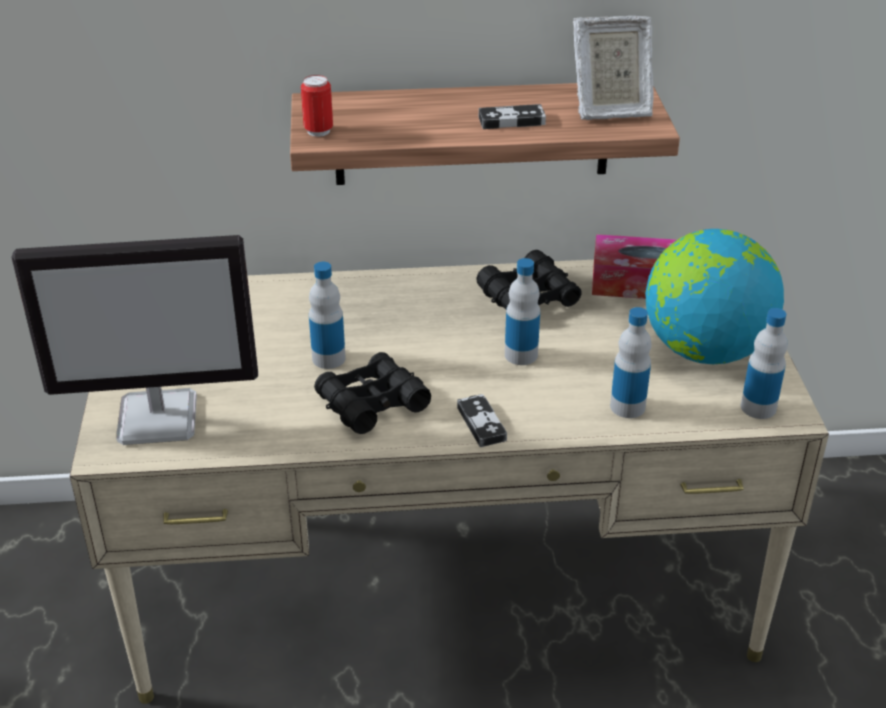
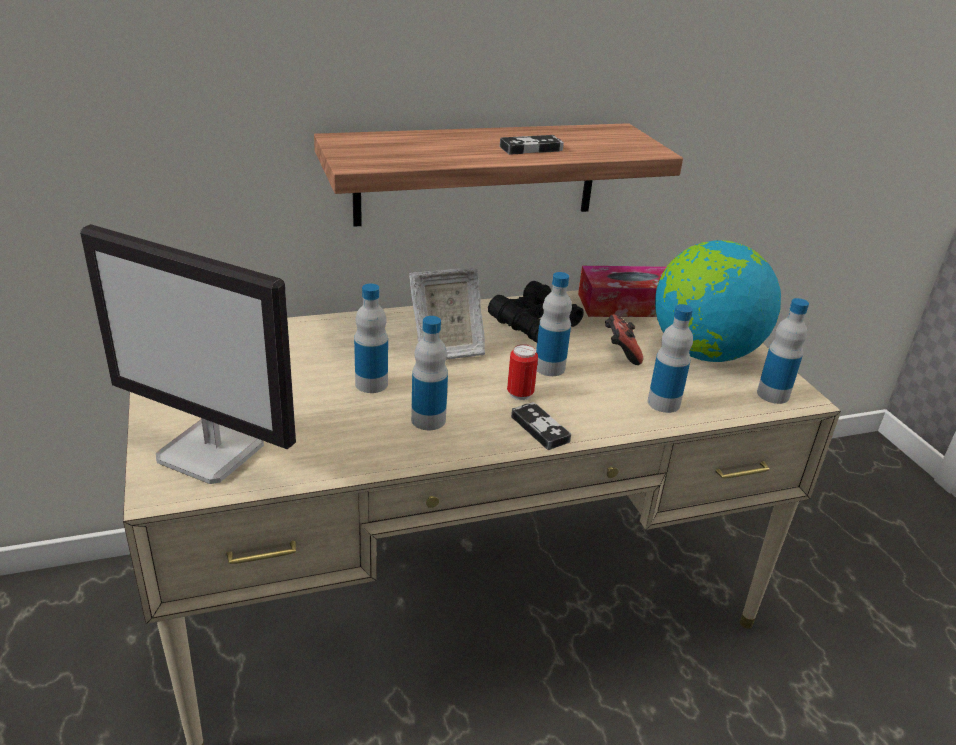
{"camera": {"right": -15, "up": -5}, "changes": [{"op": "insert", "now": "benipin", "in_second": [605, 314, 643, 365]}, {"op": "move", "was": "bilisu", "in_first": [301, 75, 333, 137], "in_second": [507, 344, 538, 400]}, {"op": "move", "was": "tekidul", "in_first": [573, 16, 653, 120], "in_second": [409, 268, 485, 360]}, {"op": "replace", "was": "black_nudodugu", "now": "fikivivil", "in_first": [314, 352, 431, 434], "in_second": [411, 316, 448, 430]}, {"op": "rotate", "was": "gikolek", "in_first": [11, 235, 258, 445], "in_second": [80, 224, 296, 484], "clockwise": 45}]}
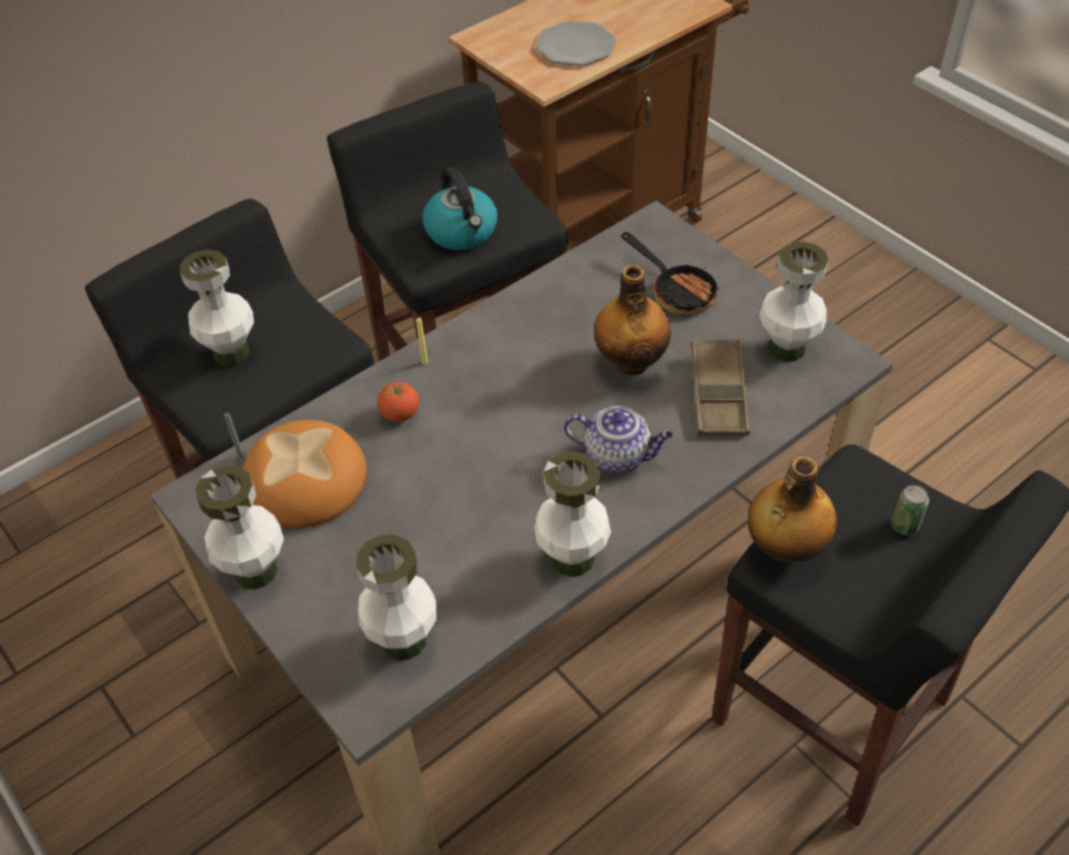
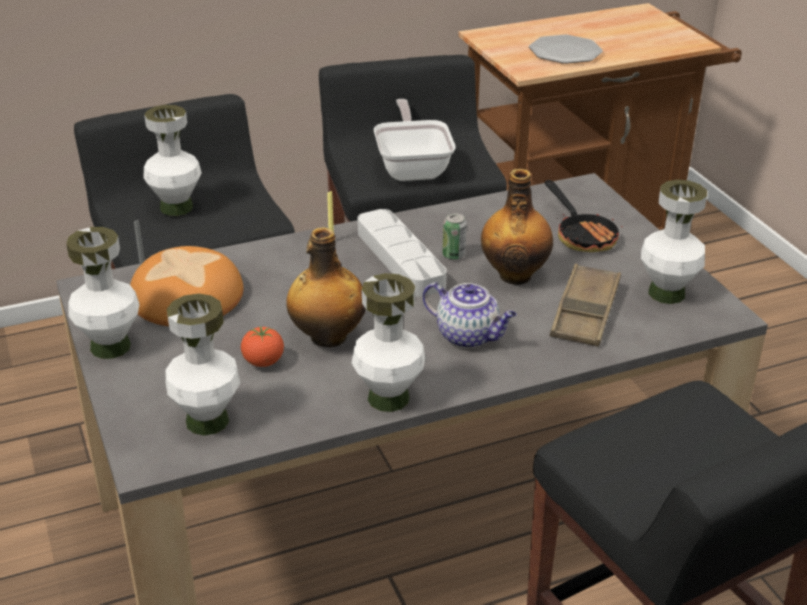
{"camera": {"right": 15, "up": -15}, "changes": [{"op": "insert", "now": "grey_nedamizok", "in_second": [358, 209, 447, 297]}, {"op": "move", "was": "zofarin", "in_first": [377, 382, 419, 422], "in_second": [241, 326, 284, 367]}, {"op": "move", "was": "fikivivil", "in_first": [748, 456, 837, 562], "in_second": [286, 227, 366, 347]}, {"op": "move", "was": "bilisu", "in_first": [891, 485, 929, 535], "in_second": [442, 213, 467, 260]}, {"op": "replace", "was": "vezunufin", "now": "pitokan", "in_first": [423, 167, 497, 250], "in_second": [374, 99, 455, 181]}]}
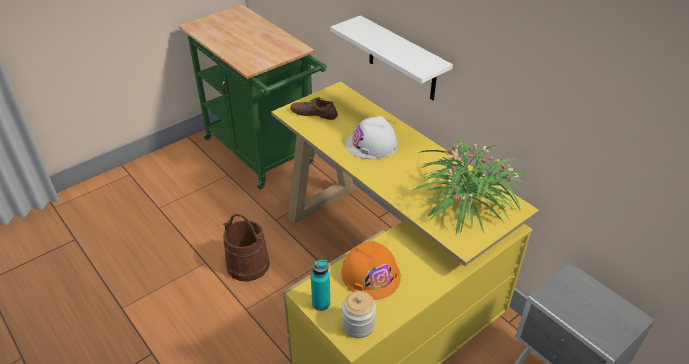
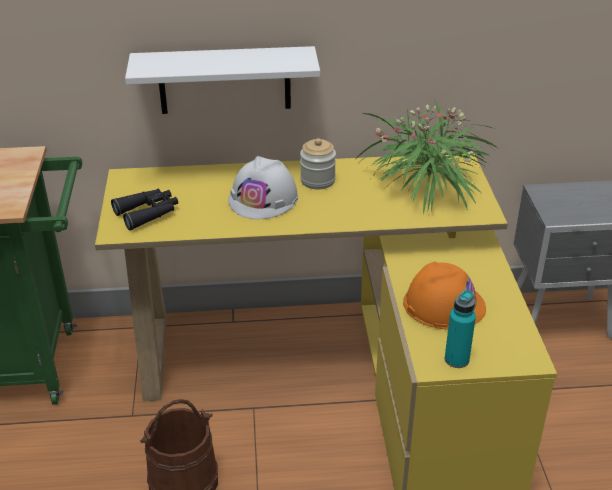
{"camera": {"right": -55, "up": -5}, "changes": [{"op": "move", "was": "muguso", "in_first": [342, 291, 376, 338], "in_second": [300, 138, 336, 189]}, {"op": "replace", "was": "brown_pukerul", "now": "black_nudodugu", "in_first": [290, 97, 338, 120], "in_second": [111, 189, 178, 230]}]}
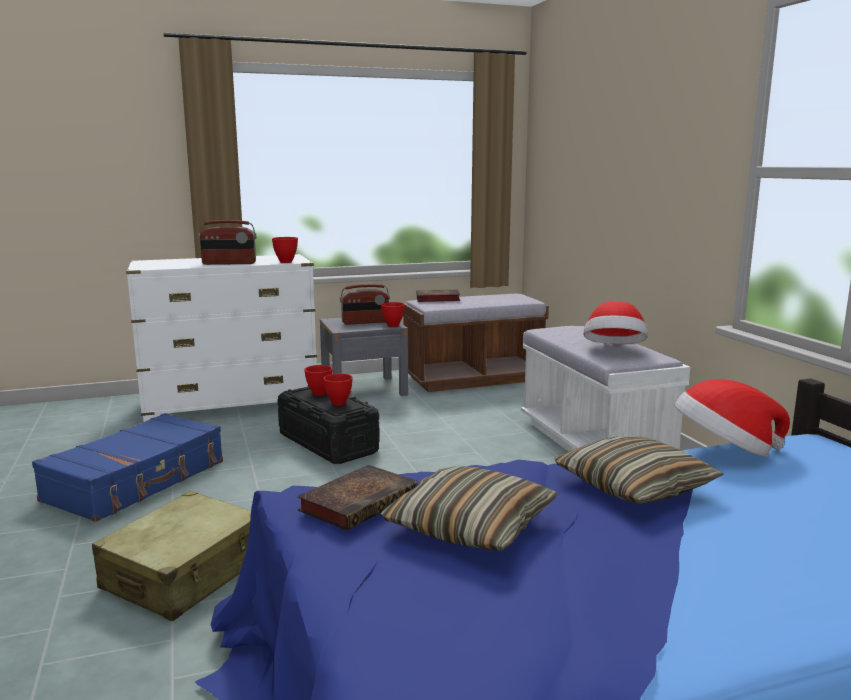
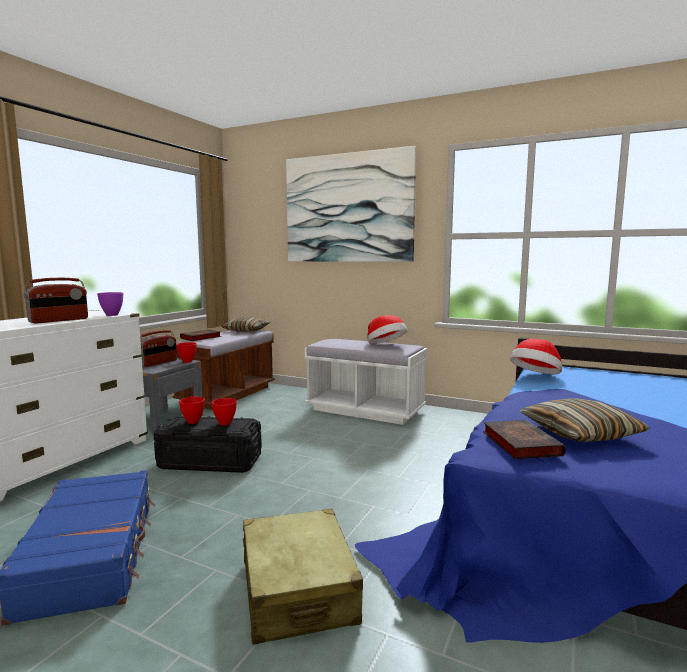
{"camera": {"right": -45, "up": -5}, "changes": [{"op": "insert", "now": "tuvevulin", "in_second": [286, 146, 416, 262]}, {"op": "move", "was": "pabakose", "in_first": [554, 436, 723, 504], "in_second": [222, 317, 270, 332]}, {"op": "recolor", "was": "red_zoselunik", "now": "purple_zoselunik", "in_first": [272, 237, 298, 263], "in_second": [97, 292, 123, 316]}]}
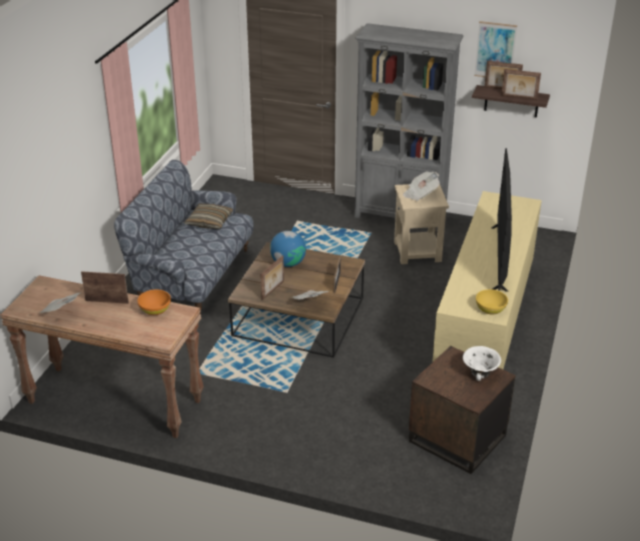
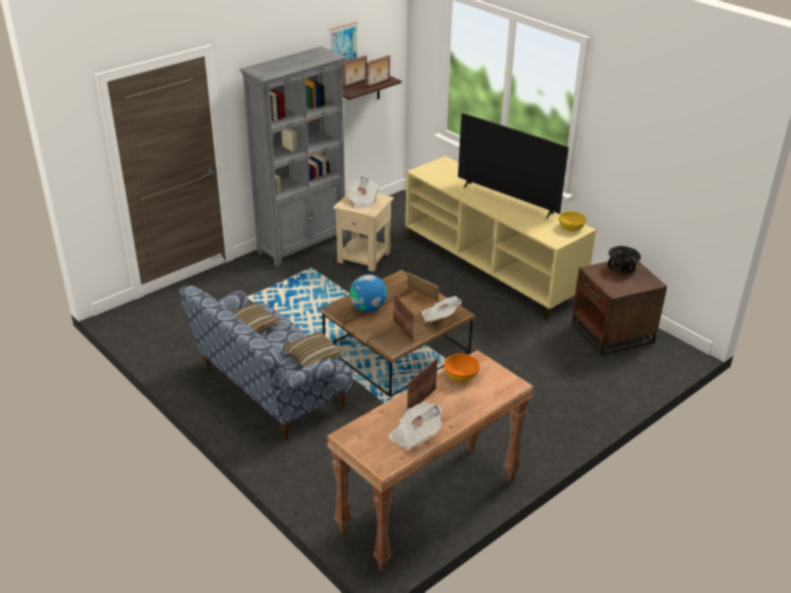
{"camera": {"right": -60, "up": 0}, "changes": [{"op": "insert", "now": "pabakose", "in_second": [282, 331, 345, 368]}, {"op": "recolor", "was": "white_zoselunik", "now": "black_zoselunik", "in_first": [463, 346, 501, 381], "in_second": [608, 246, 641, 272]}]}
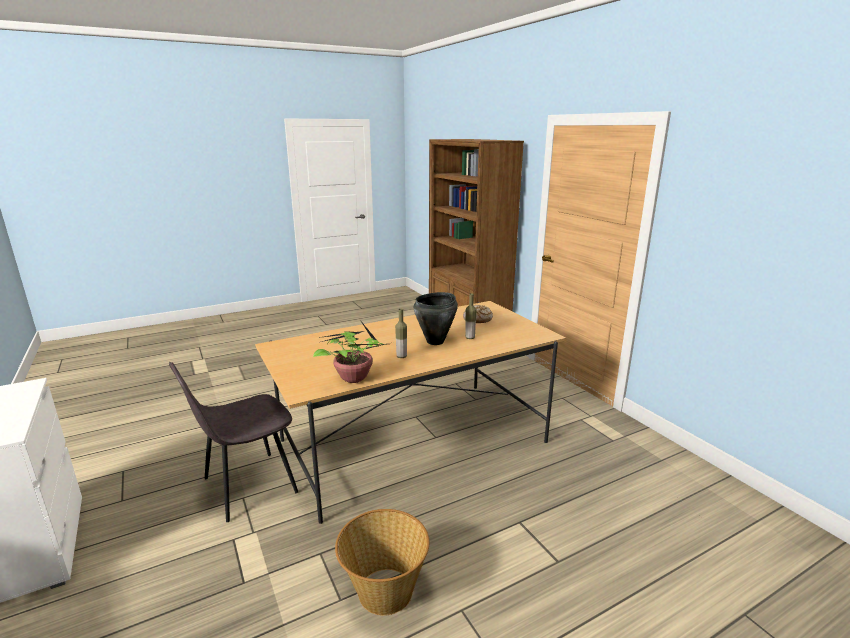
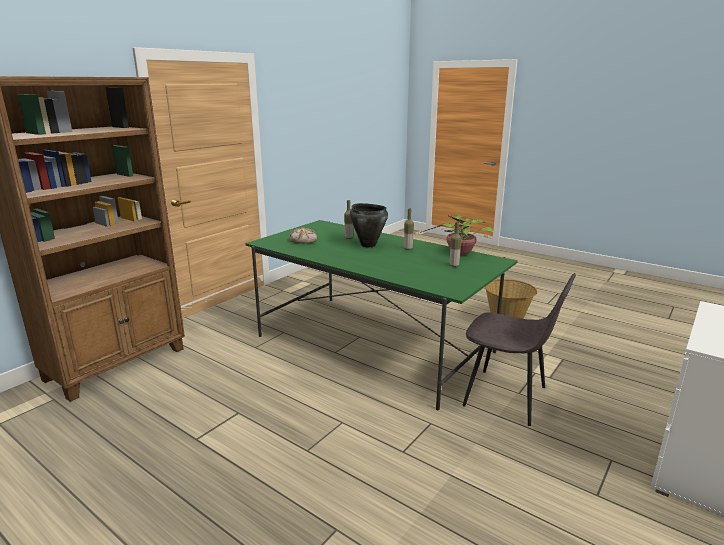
{"camera": {"right": -115, "up": 0}, "changes": [{"op": "insert", "now": "fikivivil", "in_second": [450, 222, 462, 267]}, {"op": "recolor", "was": "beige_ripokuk", "now": "green_ripokuk", "in_first": [255, 301, 566, 524], "in_second": [245, 220, 518, 410]}]}
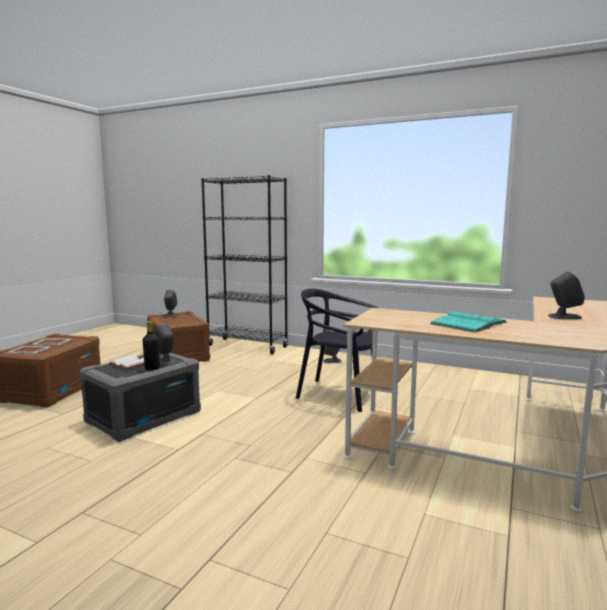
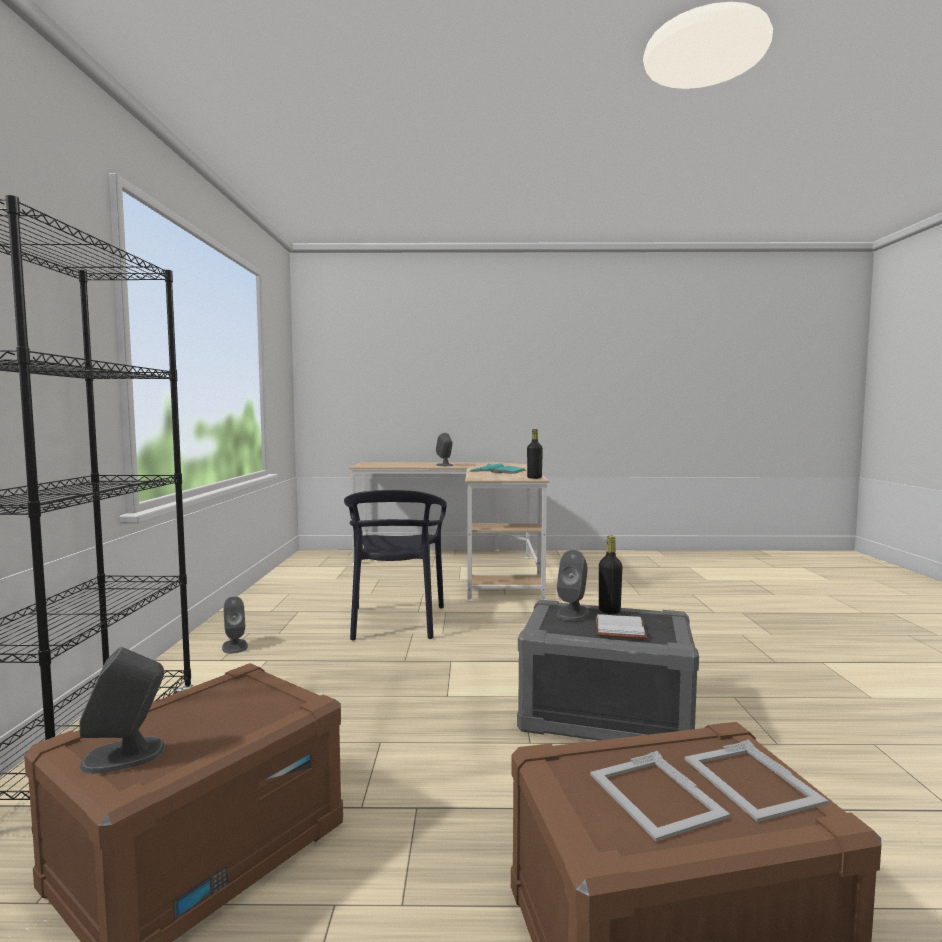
{"camera": {"right": -115, "up": -5}, "changes": [{"op": "insert", "now": "black_fikivivil", "in_second": [527, 429, 543, 479]}]}
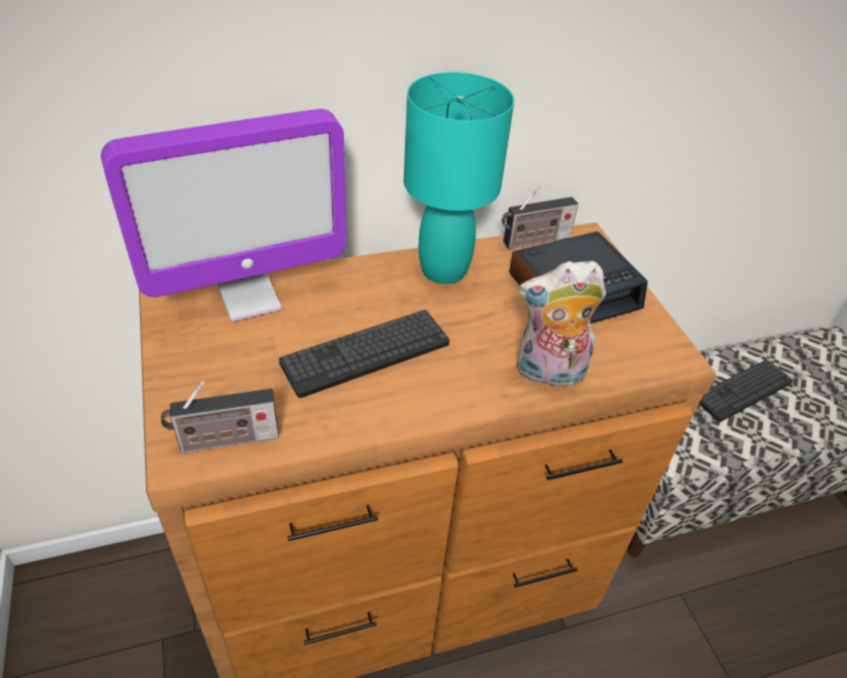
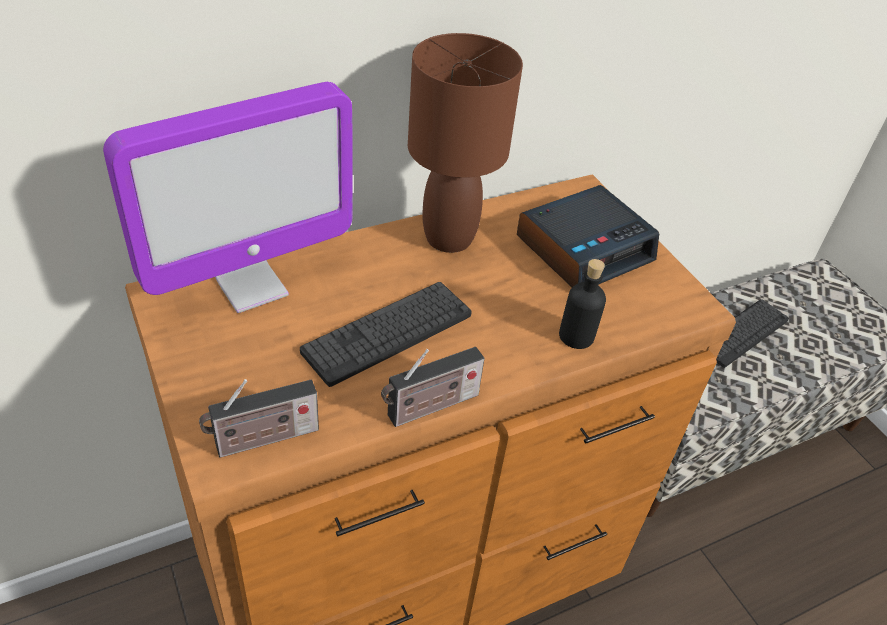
{"camera": {"right": -10, "up": 0}, "changes": [{"op": "move", "was": "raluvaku", "in_first": [502, 186, 578, 249], "in_second": [381, 347, 485, 427]}, {"op": "replace", "was": "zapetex", "now": "black_fikivivil", "in_first": [517, 261, 606, 387], "in_second": [559, 259, 606, 349]}, {"op": "recolor", "was": "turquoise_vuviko", "now": "brown_vuviko", "in_first": [404, 72, 514, 284], "in_second": [408, 33, 523, 253]}]}
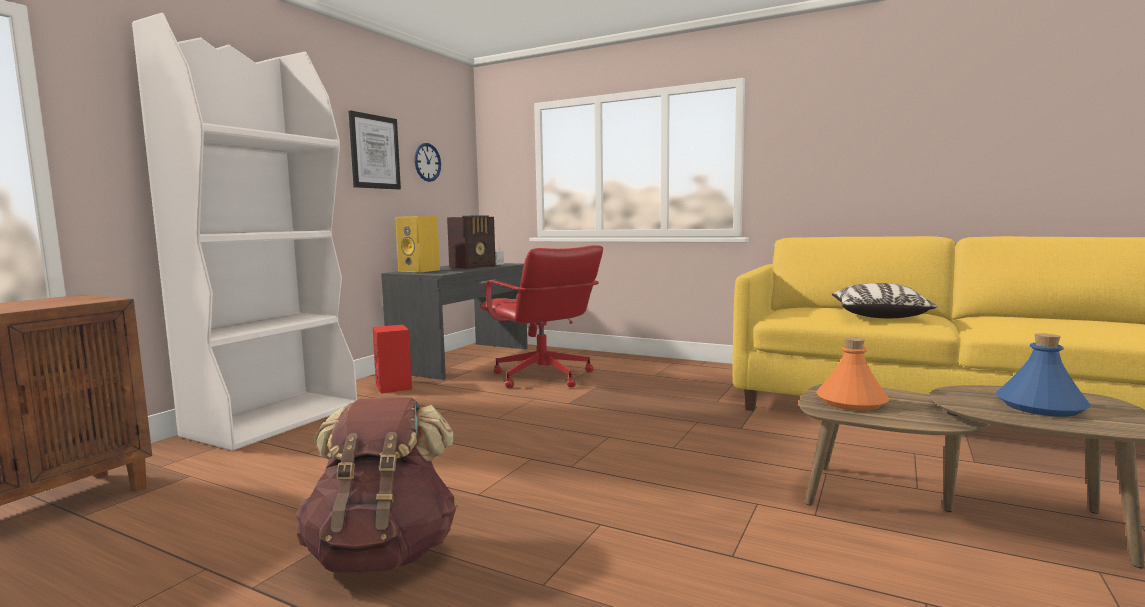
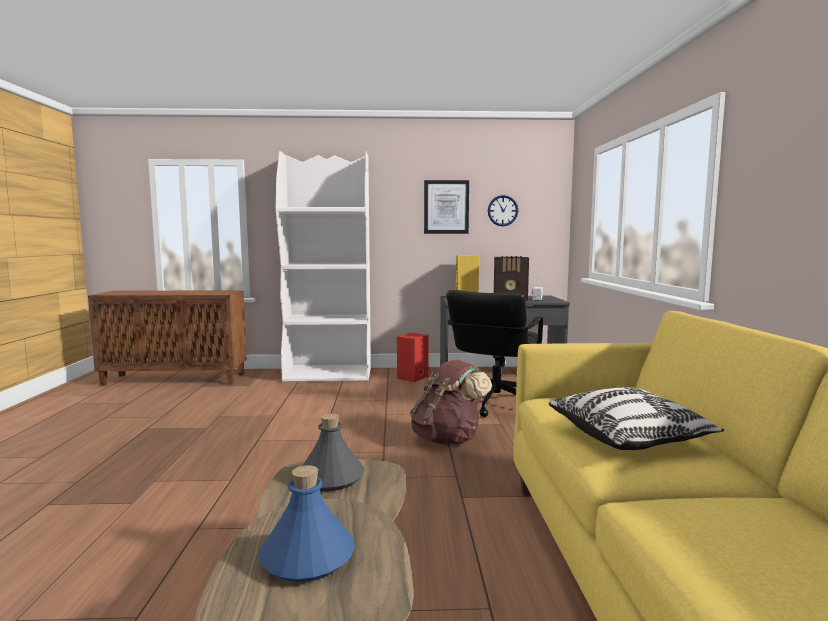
{"camera": {"right": 60, "up": 0}, "changes": [{"op": "move", "was": "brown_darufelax", "in_first": [296, 398, 458, 574], "in_second": [410, 360, 492, 445]}, {"op": "recolor", "was": "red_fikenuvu", "now": "black_fikenuvu", "in_first": [480, 245, 603, 388], "in_second": [446, 290, 543, 417]}, {"op": "recolor", "was": "orange_fikivivil", "now": "grey_fikivivil", "in_first": [816, 337, 889, 411], "in_second": [302, 413, 364, 491]}]}
